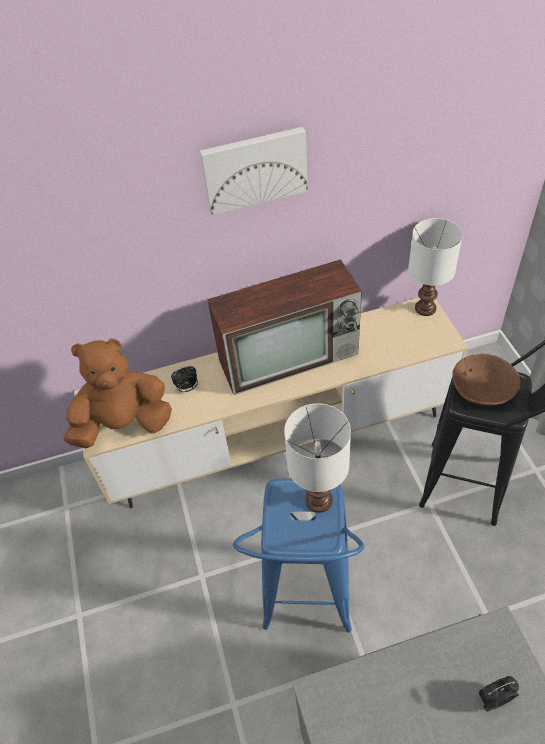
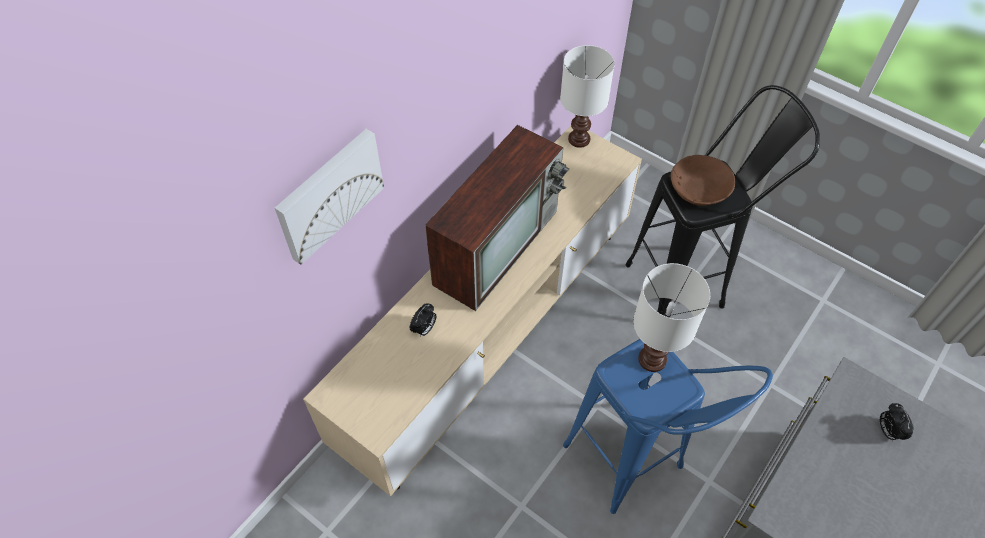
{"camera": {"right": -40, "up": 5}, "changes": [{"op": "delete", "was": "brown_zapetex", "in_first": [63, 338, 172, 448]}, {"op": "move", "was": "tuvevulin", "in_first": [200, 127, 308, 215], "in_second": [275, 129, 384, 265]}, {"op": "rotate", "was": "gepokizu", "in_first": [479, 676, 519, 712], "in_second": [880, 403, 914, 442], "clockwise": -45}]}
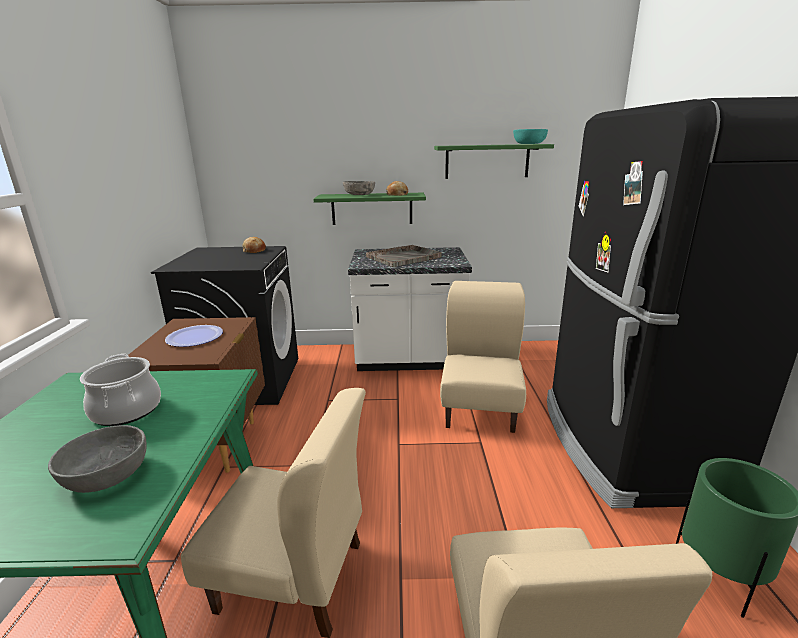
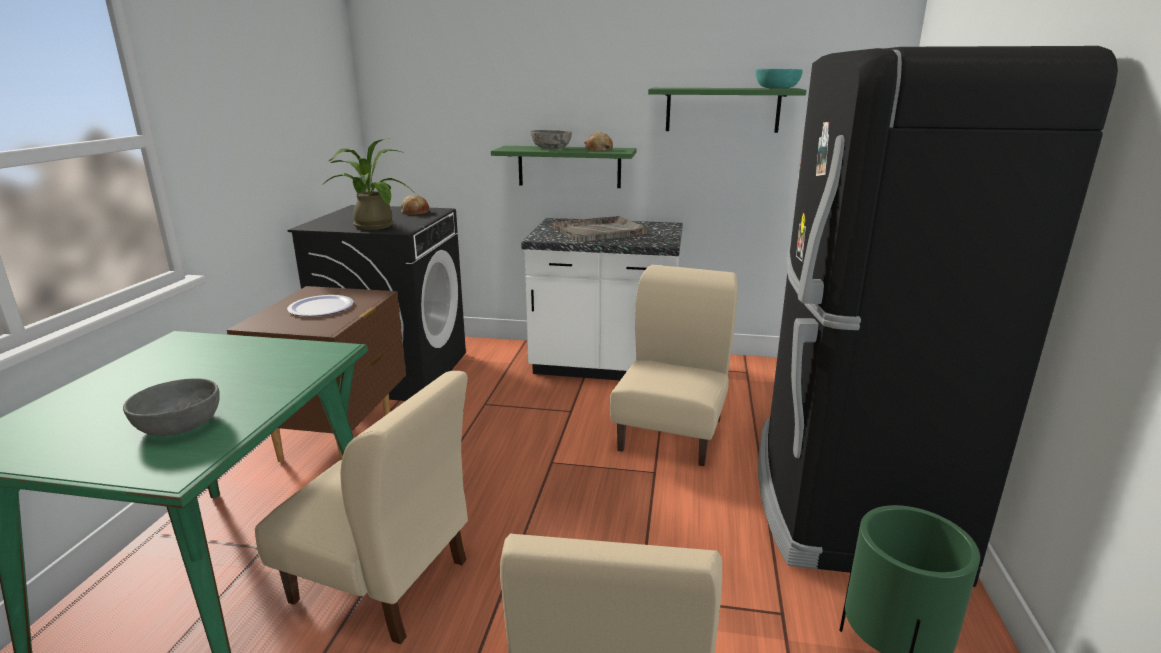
{"camera": {"right": 10, "up": 0}, "changes": [{"op": "delete", "was": "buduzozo", "in_first": [80, 354, 161, 426]}, {"op": "insert", "now": "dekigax", "in_second": [322, 138, 416, 230]}]}
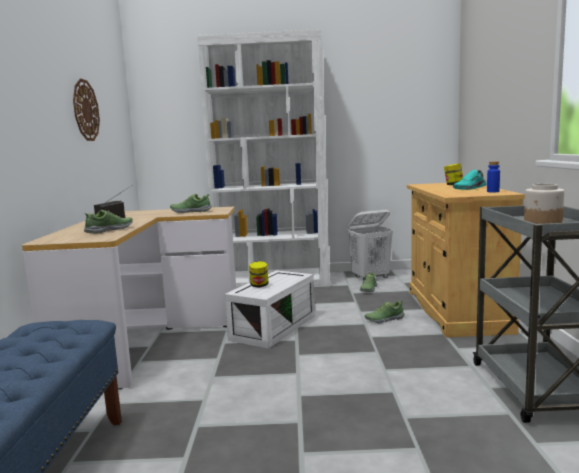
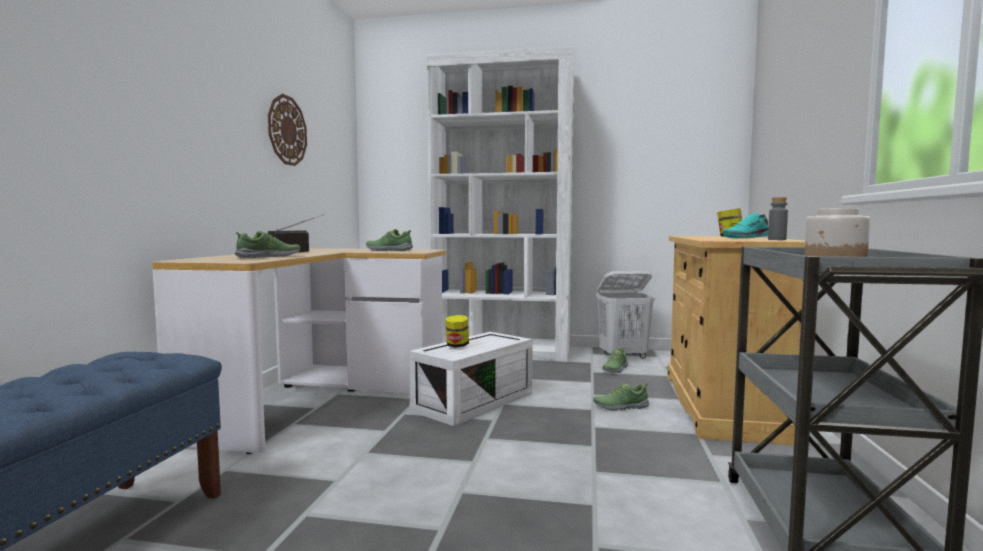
{"camera": {"right": 10, "up": -5}, "changes": [{"op": "recolor", "was": "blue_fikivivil", "now": "grey_fikivivil", "in_first": [487, 161, 500, 192], "in_second": [768, 197, 788, 240]}]}
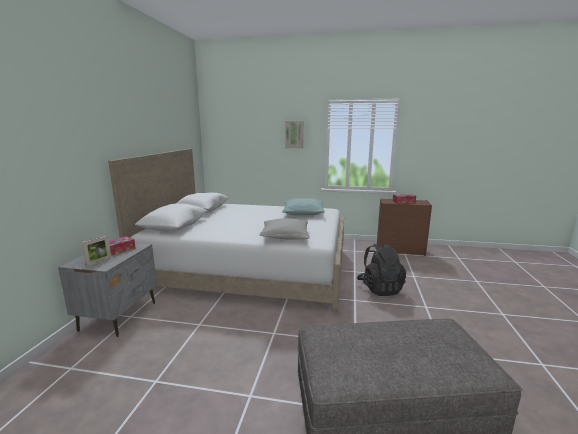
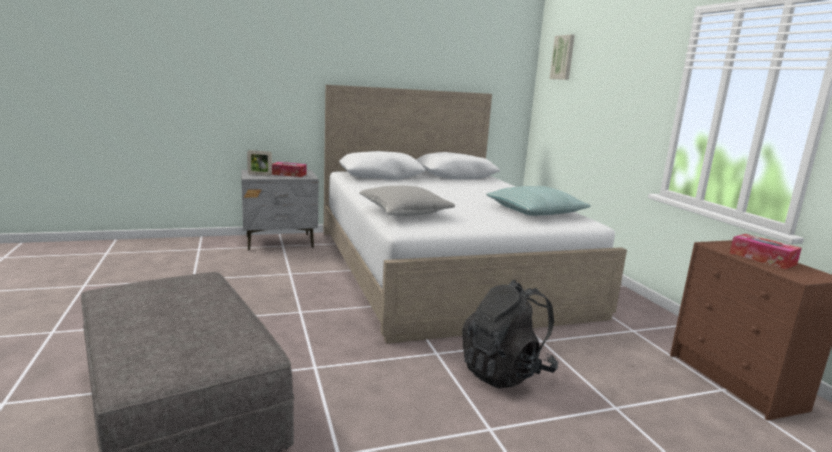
{"camera": {"right": 60, "up": 0}, "changes": [{"op": "move", "was": "tuvevulin", "in_first": [285, 121, 303, 148], "in_second": [549, 34, 575, 80]}]}
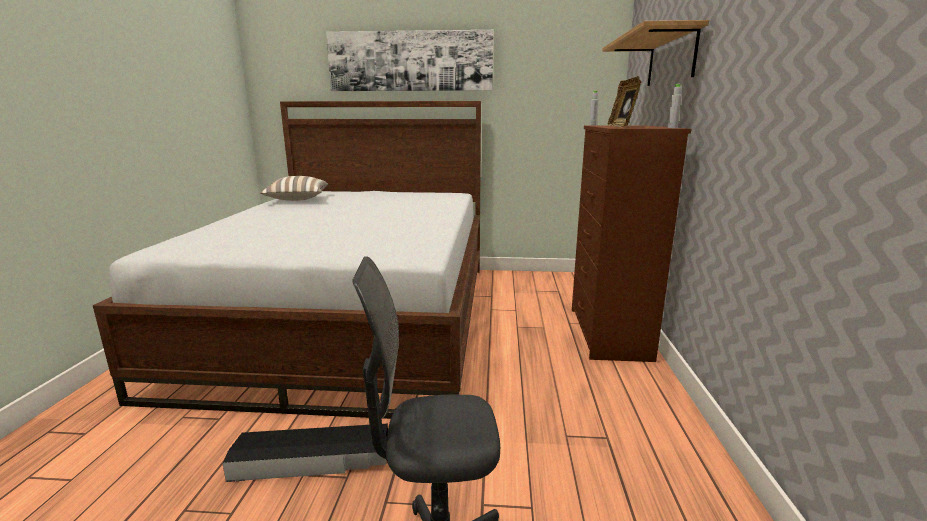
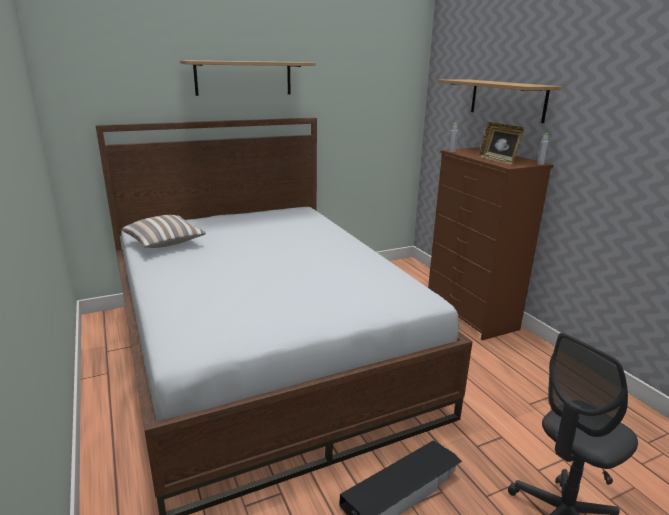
{"camera": {"right": -30, "up": 5}, "changes": [{"op": "replace", "was": "tuvevulin", "now": "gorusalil", "in_first": [326, 30, 493, 91], "in_second": [180, 60, 315, 96]}]}
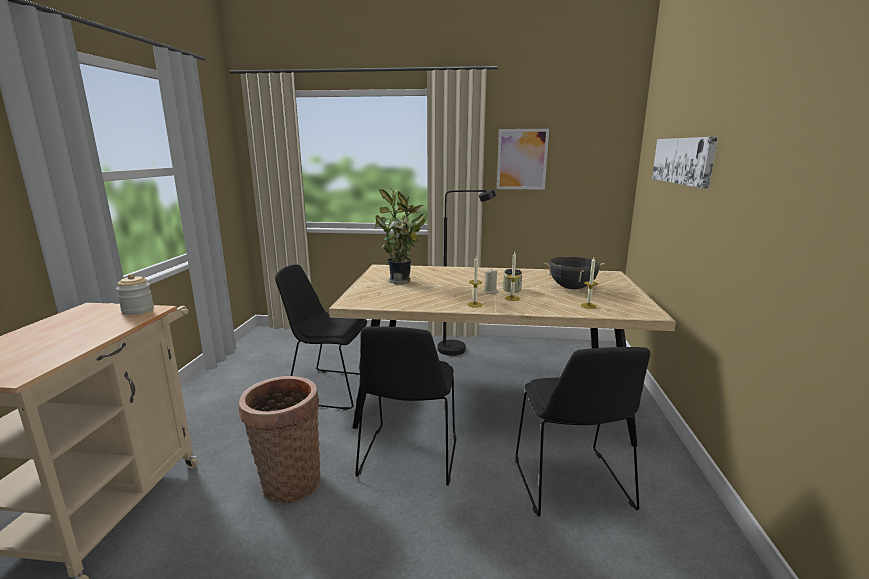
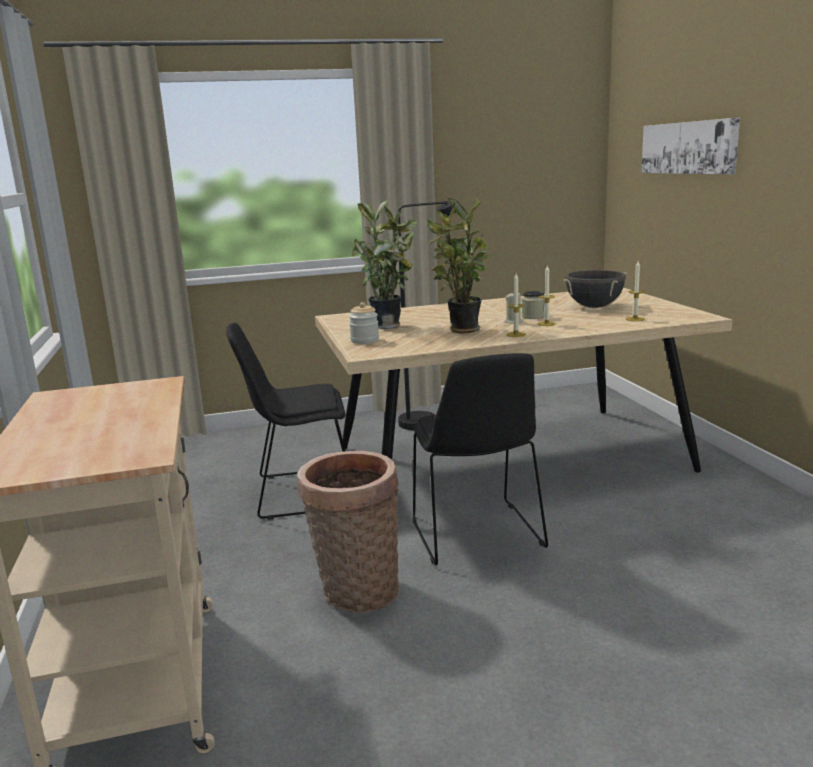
{"camera": {"right": -20, "up": 0}, "changes": [{"op": "delete", "was": "tuvevulin", "in_first": [497, 129, 549, 190]}, {"op": "delete", "was": "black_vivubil", "in_first": [515, 347, 650, 517]}, {"op": "insert", "now": "dekigax", "in_second": [427, 198, 491, 333]}, {"op": "move", "was": "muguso", "in_first": [116, 274, 154, 315], "in_second": [349, 302, 379, 344]}]}
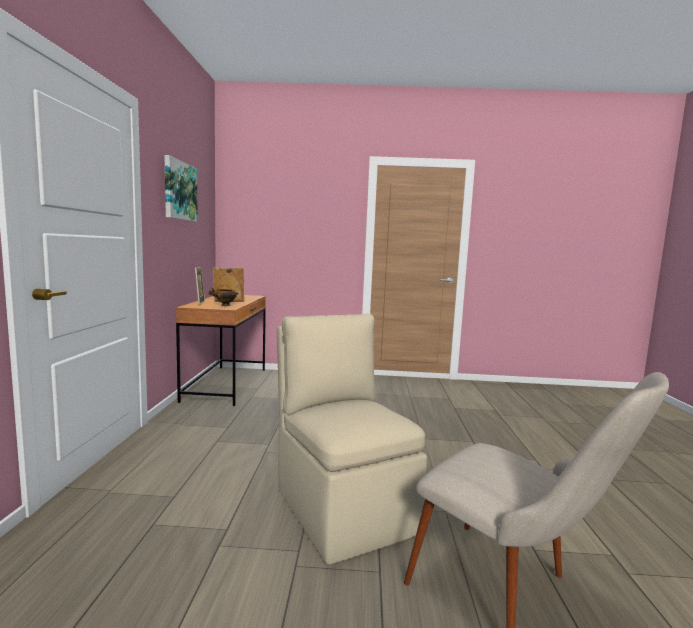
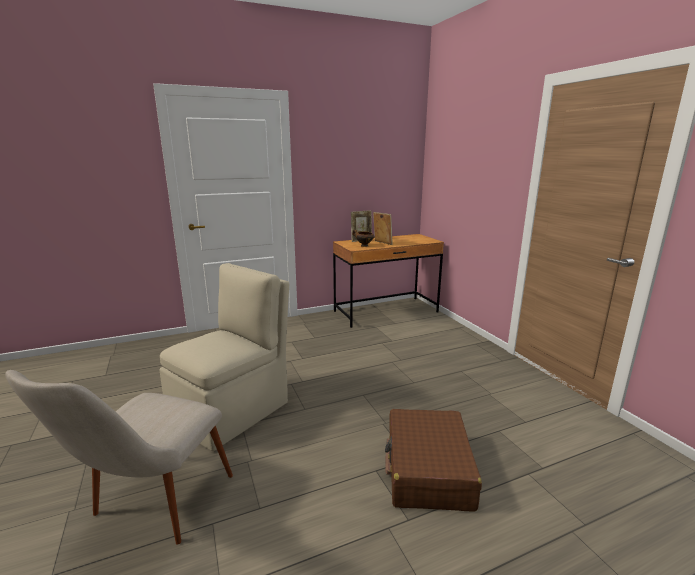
{"camera": {"right": 65, "up": 10}, "changes": [{"op": "delete", "was": "tuvevulin", "in_first": [164, 155, 198, 222]}, {"op": "insert", "now": "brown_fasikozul", "in_second": [385, 409, 482, 511]}]}
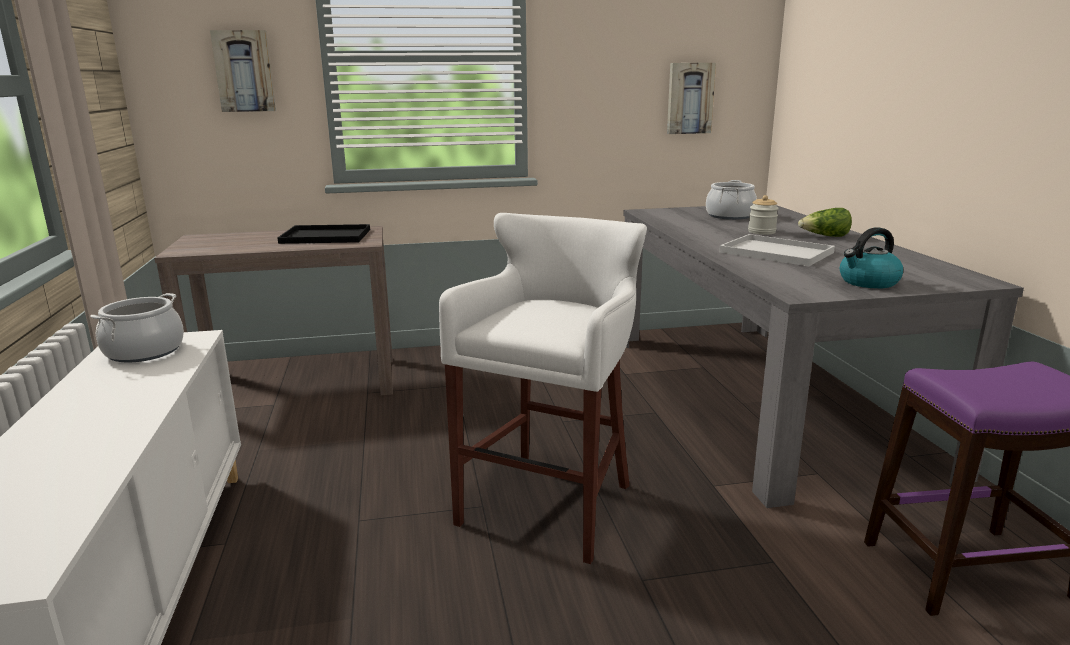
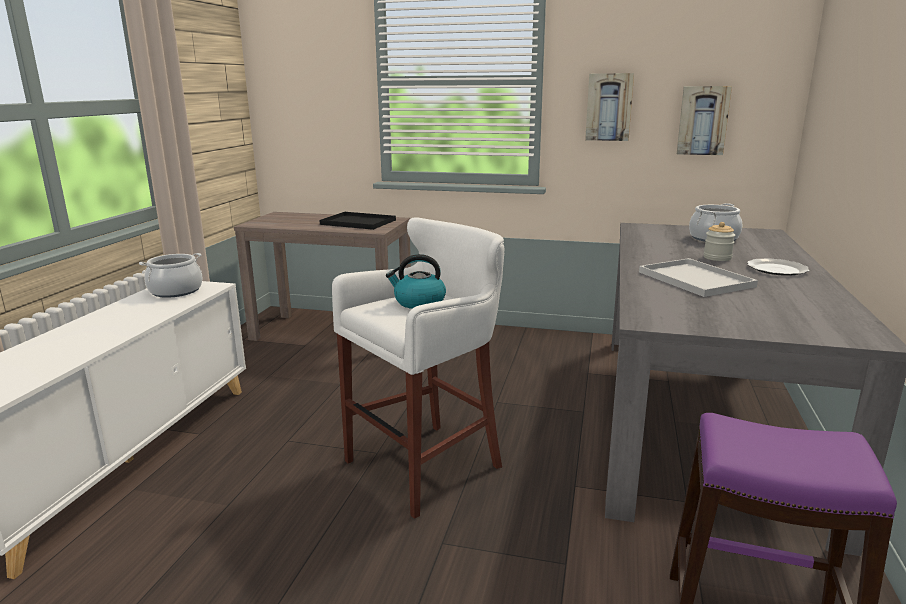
{"camera": {"right": 25, "up": 0}, "changes": [{"op": "move", "was": "tuvevulin", "in_first": [210, 30, 276, 112], "in_second": [585, 73, 634, 141]}, {"op": "move", "was": "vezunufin", "in_first": [840, 227, 903, 288], "in_second": [386, 254, 446, 309]}, {"op": "replace", "was": "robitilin", "now": "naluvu", "in_first": [798, 208, 852, 237], "in_second": [747, 258, 809, 276]}]}
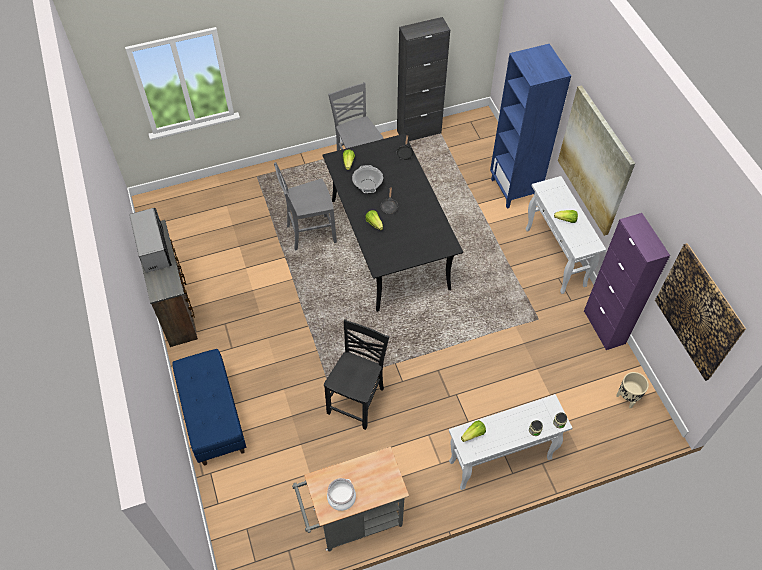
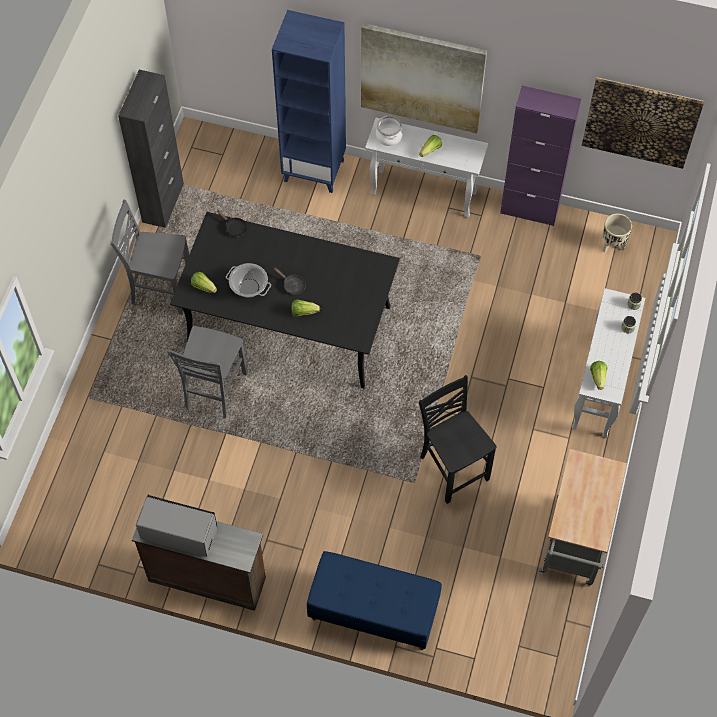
{"camera": {"right": -55, "up": 5}, "changes": [{"op": "move", "was": "buduzozo", "in_first": [327, 478, 356, 511], "in_second": [376, 116, 402, 146]}]}
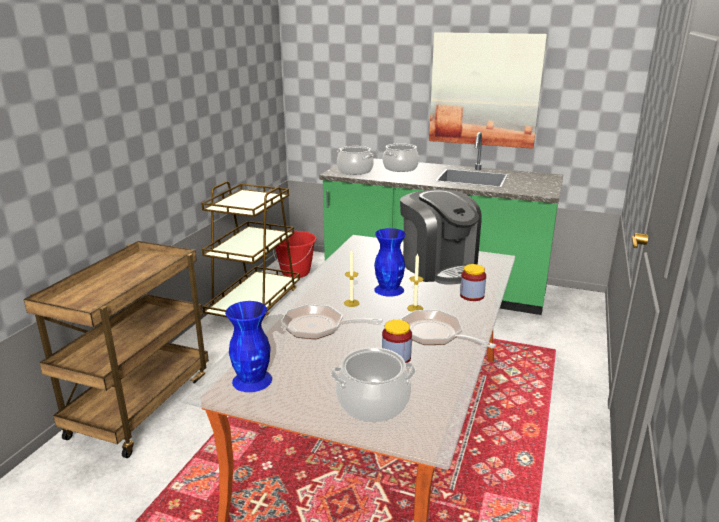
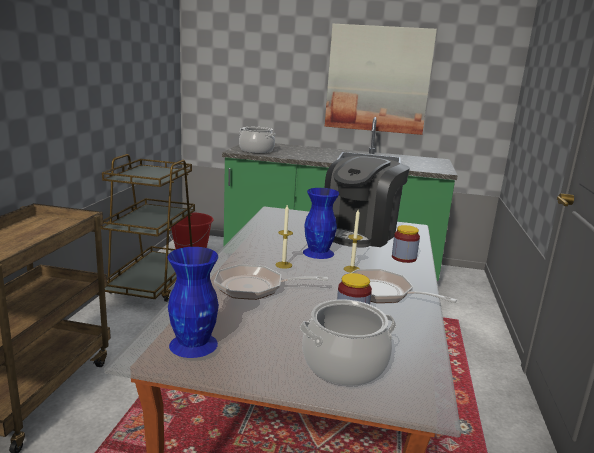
{"camera": {"right": -10, "up": -5}, "changes": [{"op": "delete", "was": "buduzozo", "in_first": [383, 143, 419, 172]}, {"op": "rotate", "was": "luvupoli", "in_first": [400, 189, 482, 284], "in_second": [325, 156, 410, 247], "clockwise": 75}]}
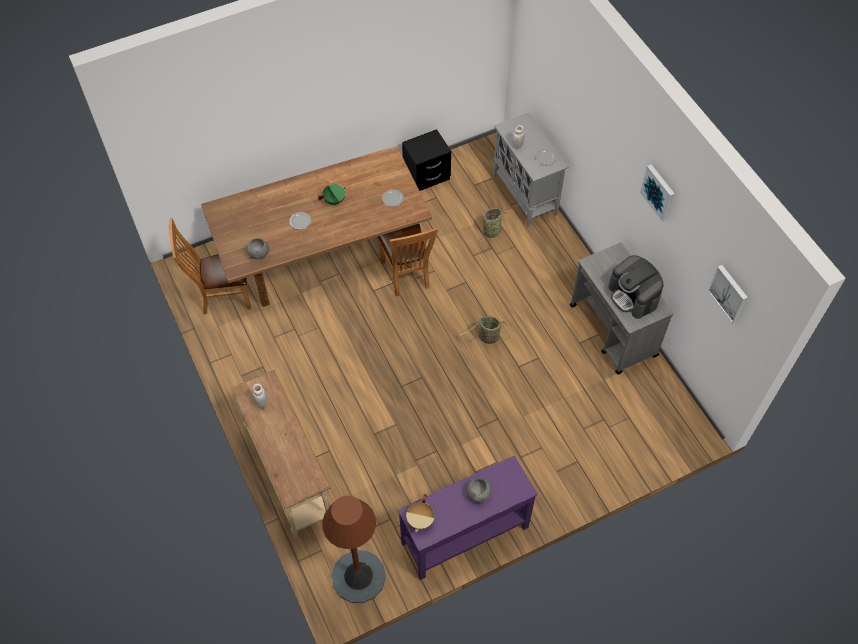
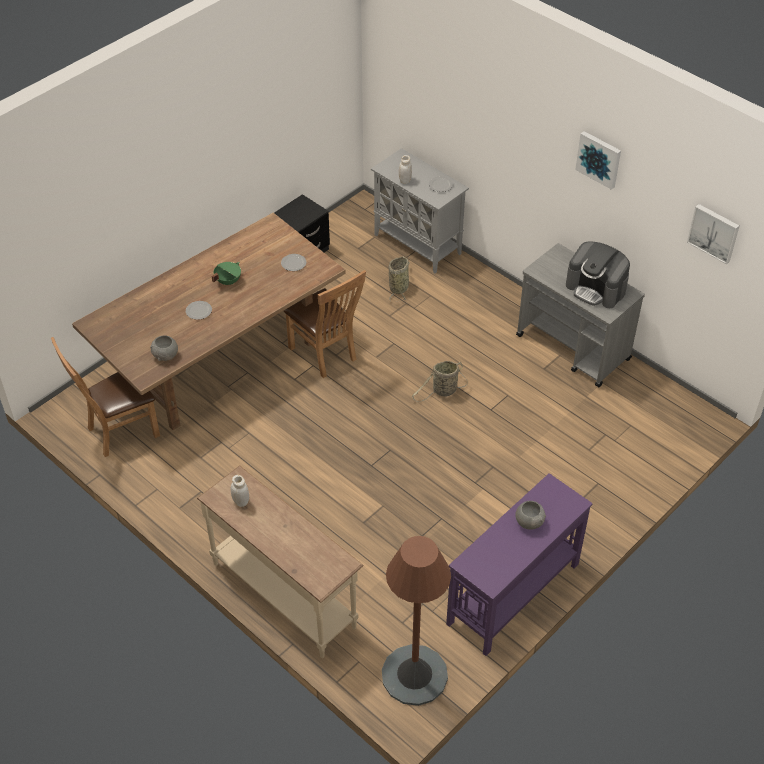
{"camera": {"right": -20, "up": -10}, "changes": [{"op": "delete", "was": "beige_buduzozo", "in_first": [406, 494, 434, 532]}]}
